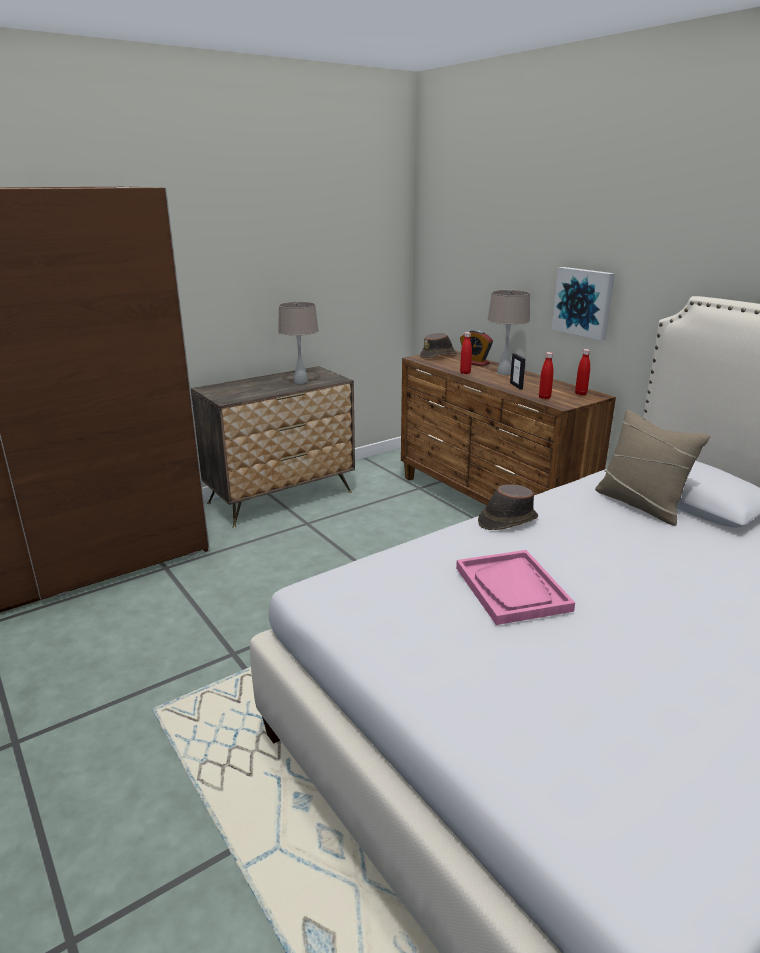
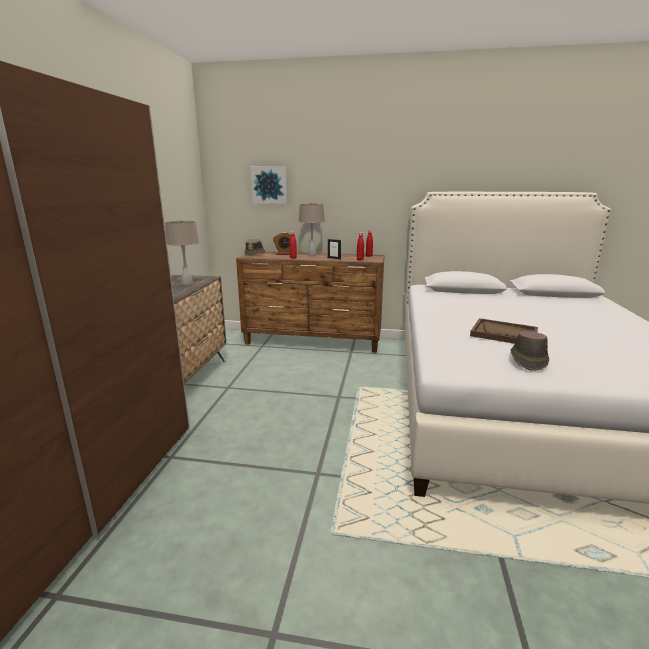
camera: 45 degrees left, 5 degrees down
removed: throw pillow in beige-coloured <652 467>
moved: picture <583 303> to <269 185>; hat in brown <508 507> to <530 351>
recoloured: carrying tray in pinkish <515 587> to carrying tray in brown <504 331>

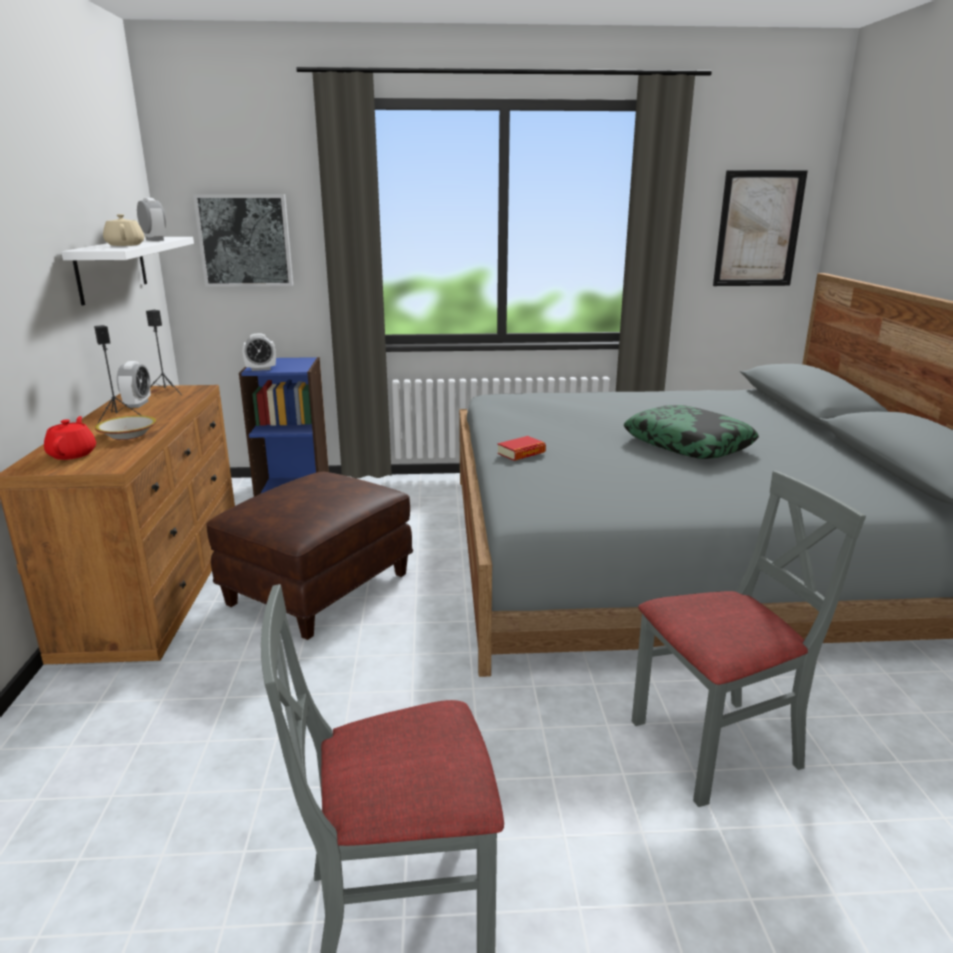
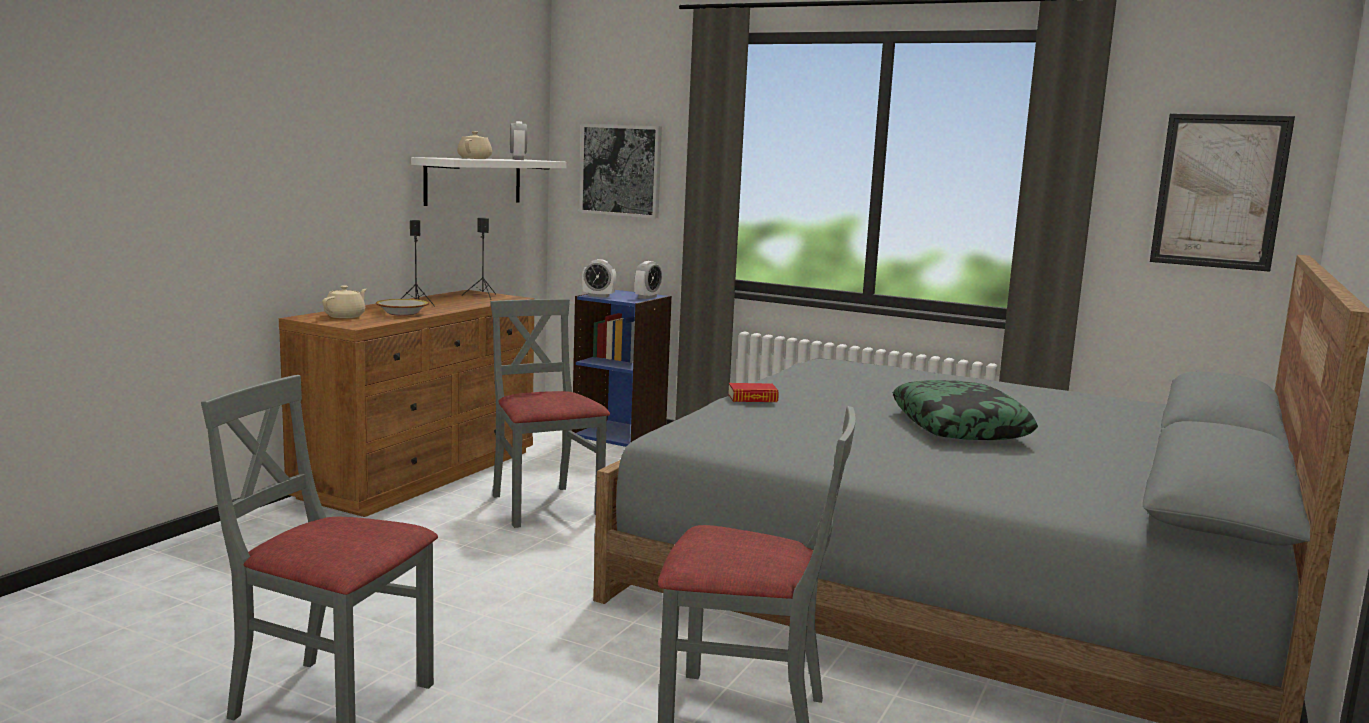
camera: 30 degrees right, 10 degrees down
moved: table clock <134 384> to <648 280>
replaced: pouffe in brown <309 555> to plain chair in grey <550 413>
recoloured: tea pot in red <70 438> to tea pot in beige-coloured <345 301>

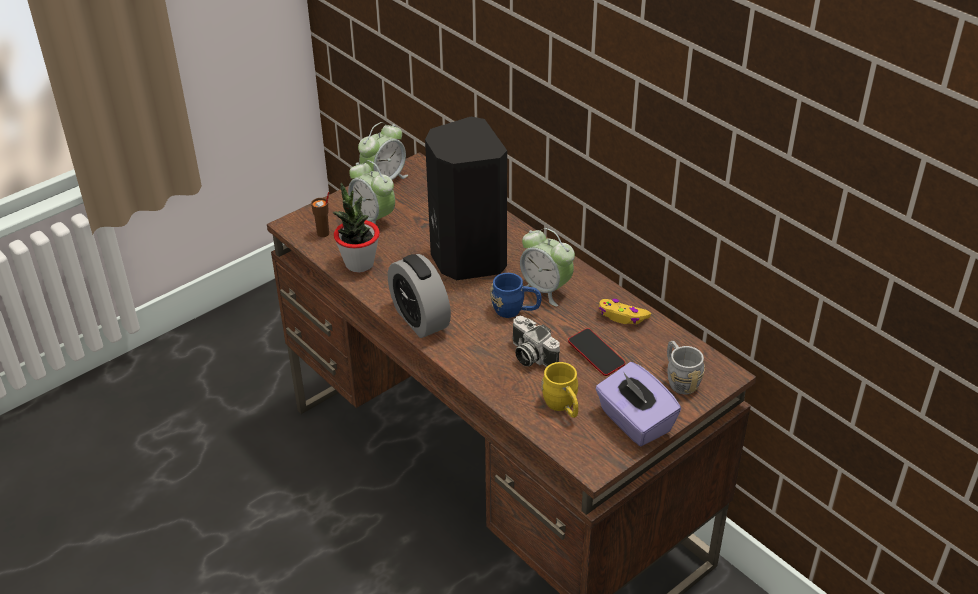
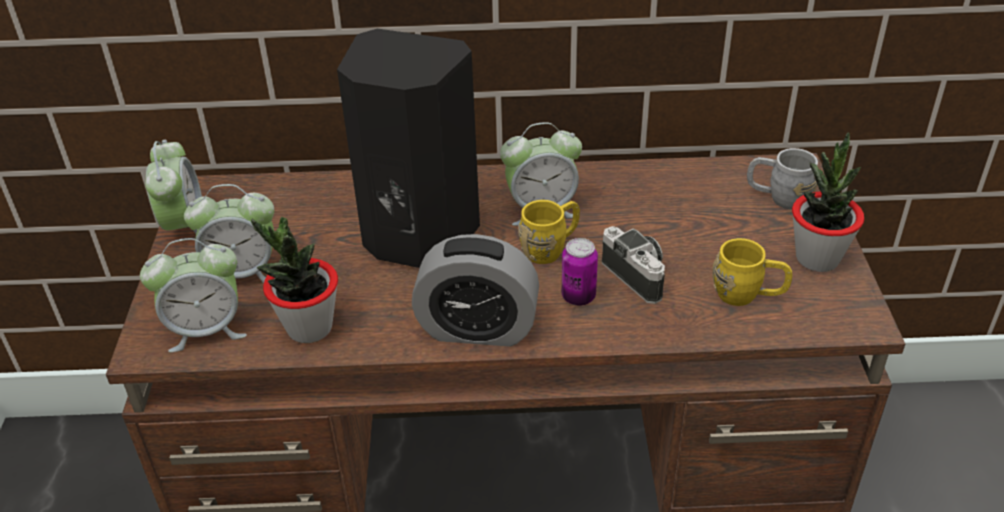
camera: 50 degrees left, 0 degrees up
removed: handset <596 352>; gamepad in yellowish <625 311>
added: can <580 272>
replaced: small cup in brown <320 214> to table clock <193 295>; box of tissues in purple <638 404> to potted plant <828 202>
recoloured: mug in blue-coloured <516 295> to mug in yellowish <549 232>
turned: photo camera <536 341> = <633 265> 120 degrees counterclockwise

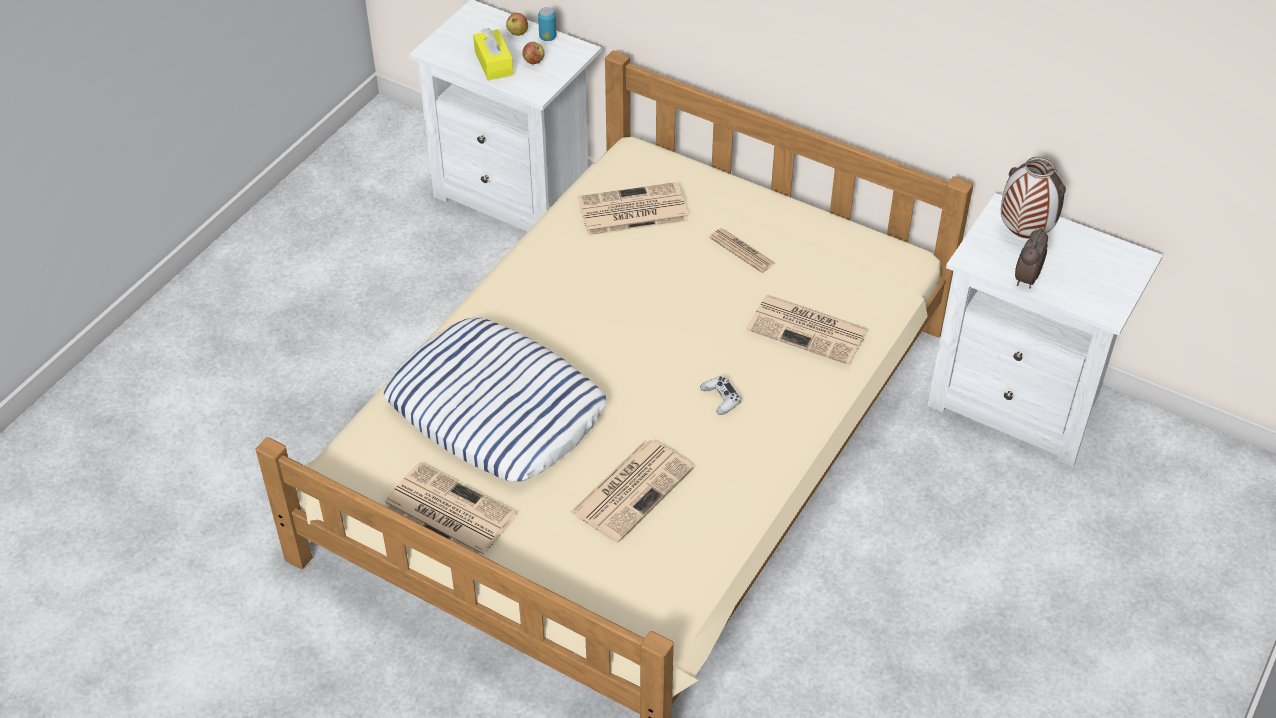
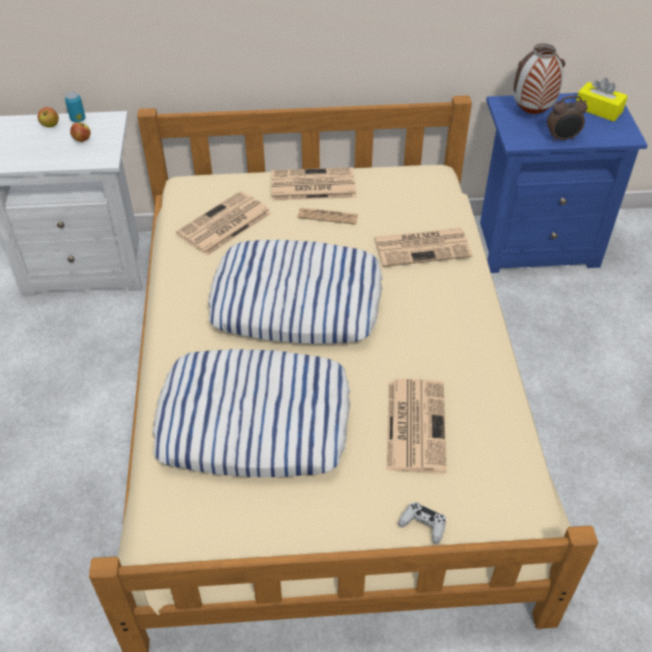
camera: 35 degrees left, 0 degrees up
added: throw pillow <295 292>
moved: daily paper <450 509> to <313 184>; gamepad in whitish <721 395> to <422 523>; box of tissues in yellowish <493 54> to <602 100>
recoloured: bedside table in whitish <1045 330> to bedside table in blue-coloured <564 182>
turned: table clock <1031 258> = <567 119> 90 degrees counterclockwise

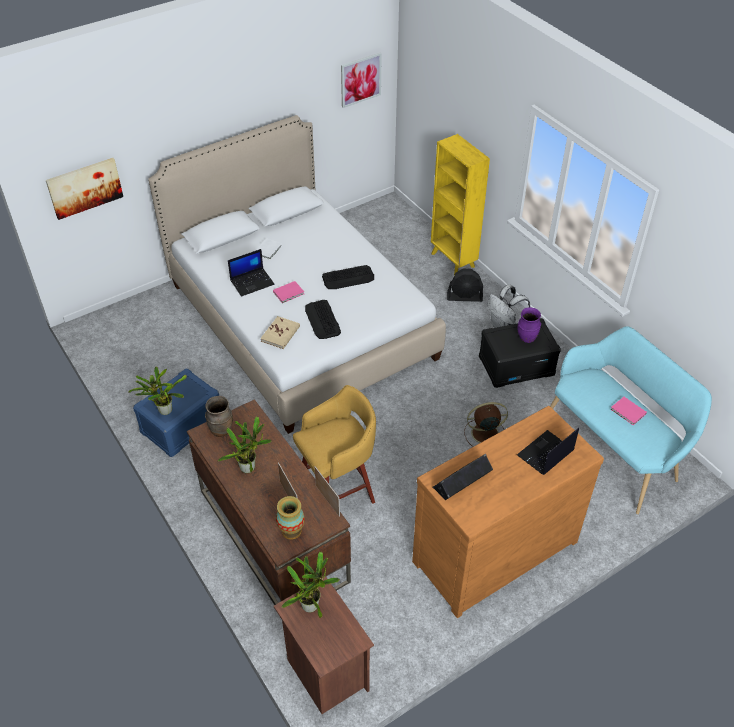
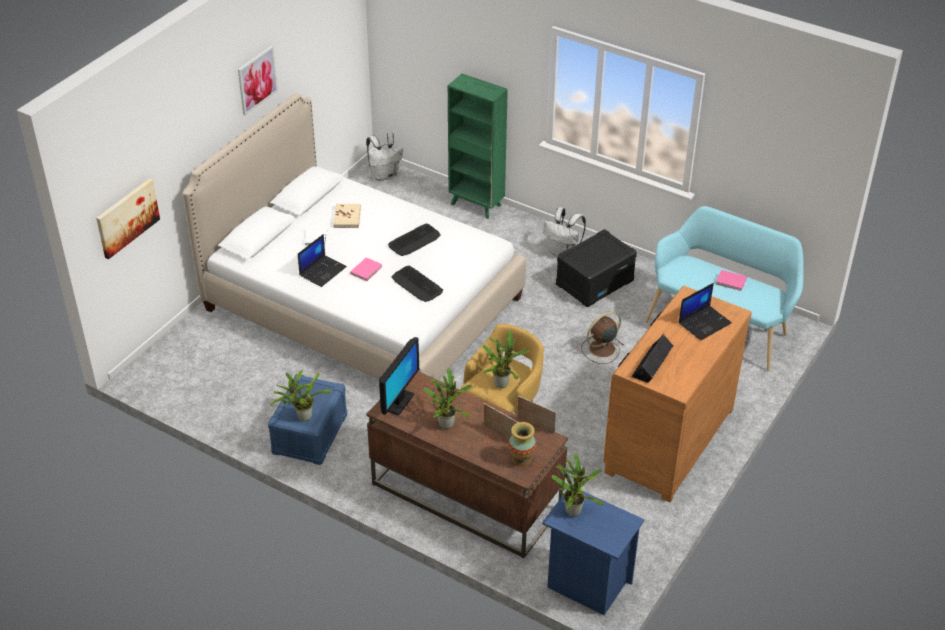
camera: 25 degrees left, 5 degrees down
removed: cooling fan in black <465 285>; flower vase in purple <529 325>
added: rucksack in whitish <384 156>; potted plant <506 359>
moved: picture <361 80> to <258 80>; book in beige-coloured <280 332> to <347 216>
replaced: flower vase in brown <219 416> to monitor <399 376>
recoloured: bookcase in yellowish <460 204> to bookcase in green <478 146>; bedside table in brown <324 645> to bedside table in blue-coloured <593 551>
turned: notebook computer <548 451> = <705 311> 150 degrees counterclockwise

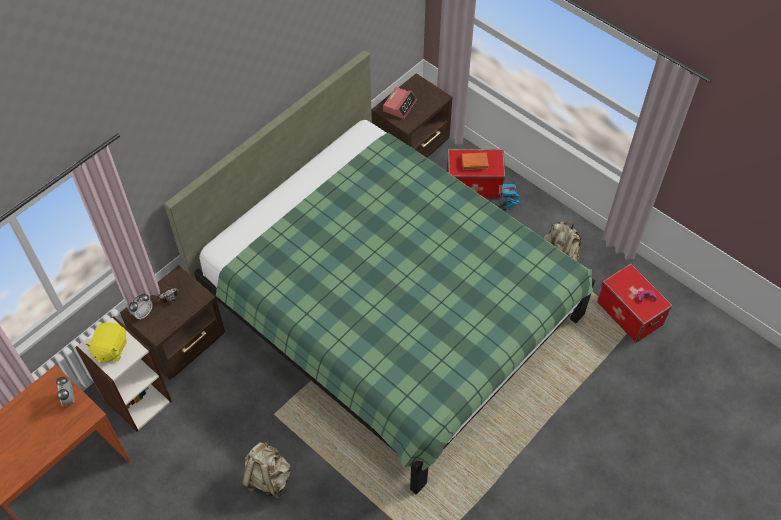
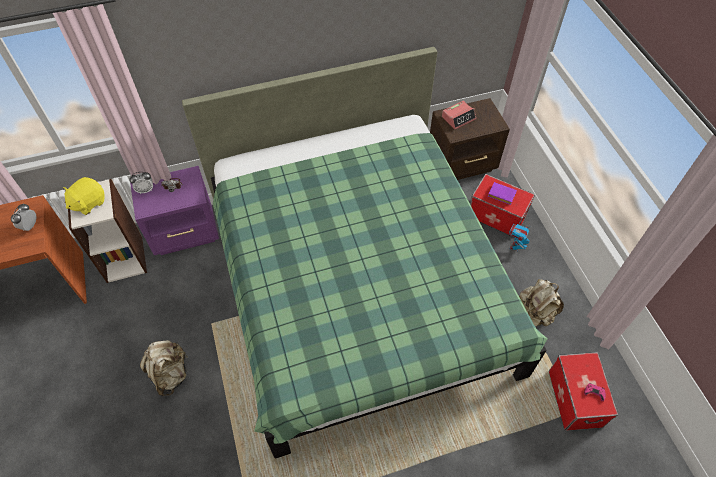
camera: 30 degrees right, 0 degrees up
recoloured: bedside table in brown <172 322> to bedside table in purple <174 210>; book in orange-coloured <475 161> to book in purple <502 193>

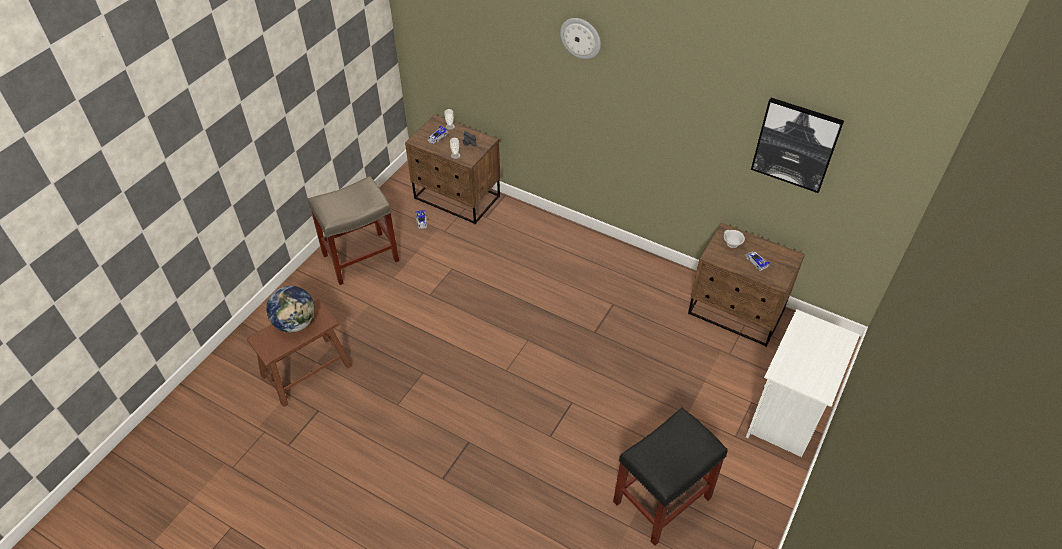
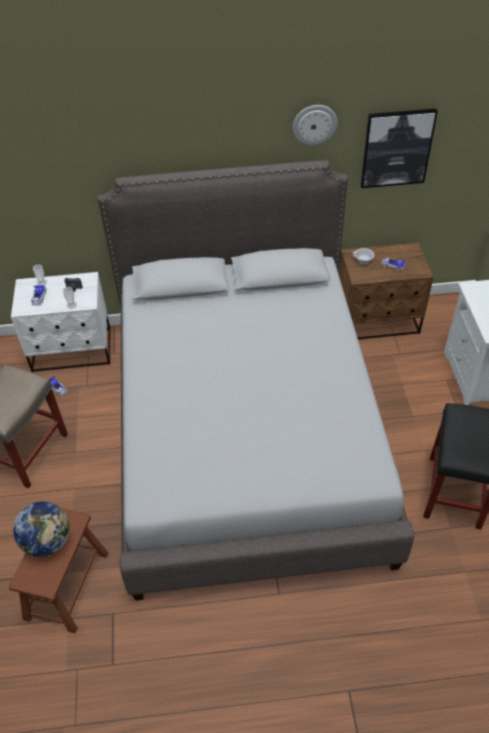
camera: 35 degrees left, 0 degrees up
added: sleeping bed in grey <255 380>
moved: hanging clock <580 38> to <315 125>
recoloured: bedside table in brown <452 169> to bedside table in whitish <61 322>

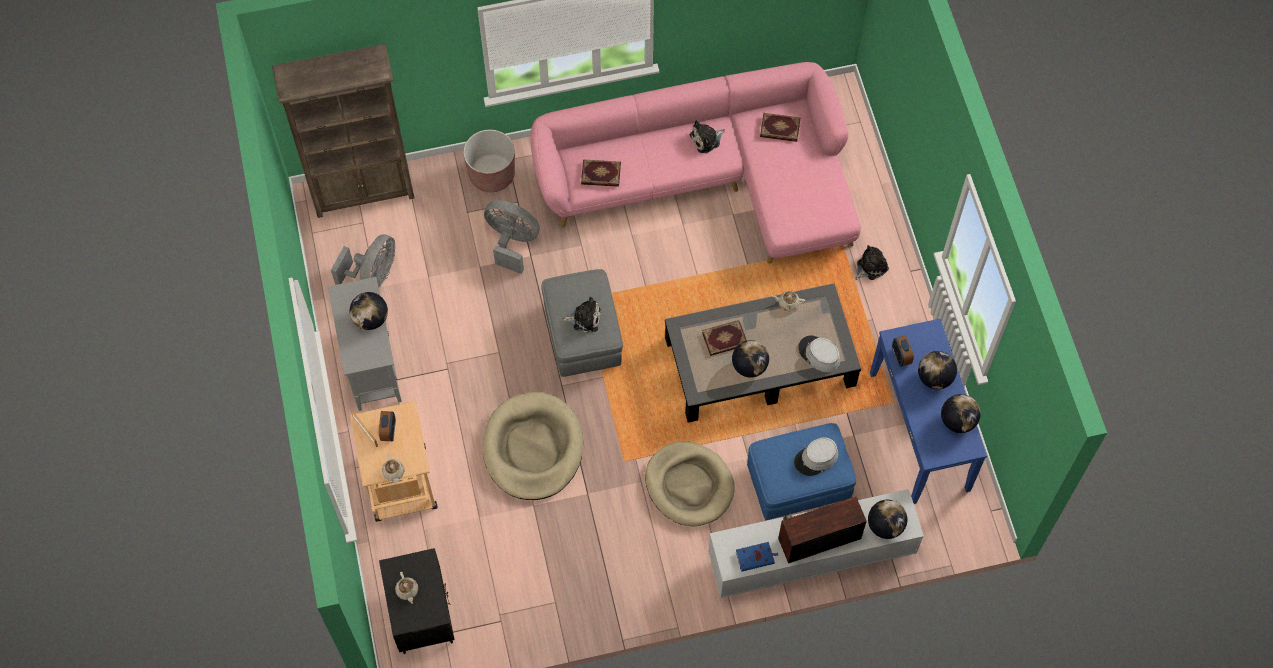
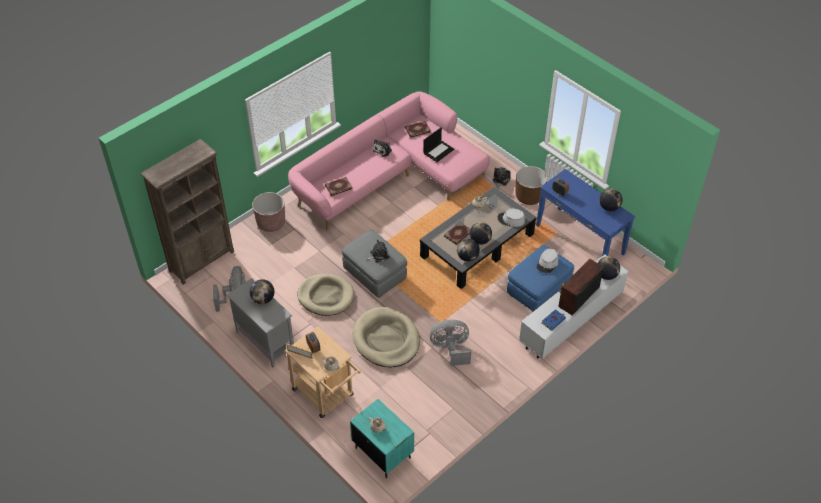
camera: 30 degrees left, 15 degrees down
added: notebook computer <438 145>; planter in brown <531 185>
moved: dog cushion in beige-coloured <690 483> to <325 295>; cooling fan in grey <512 237> to <450 343>; desk globe <937 370> to <468 250>
recoloured: bedside table in black <417 601> to bedside table in turquoise-coloured <382 439>

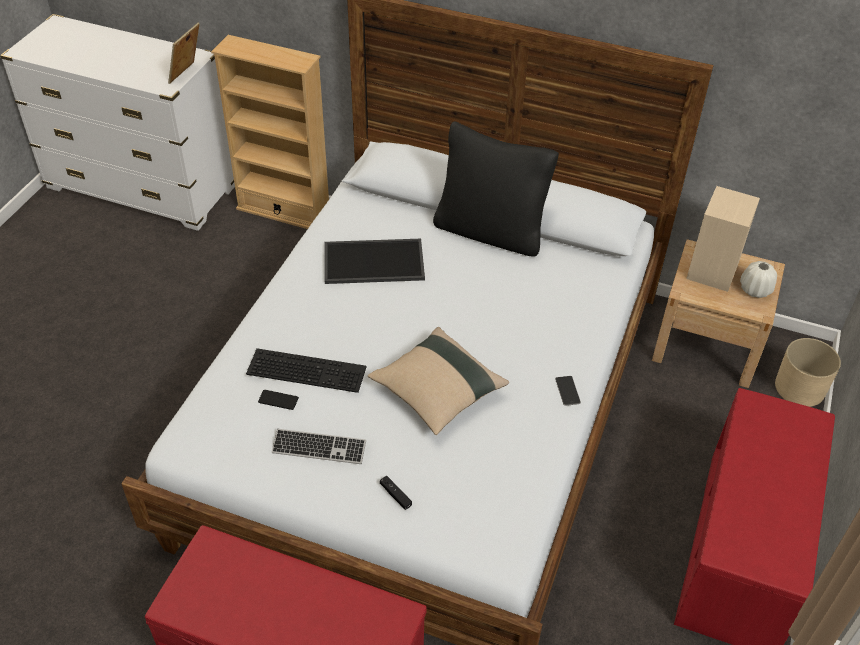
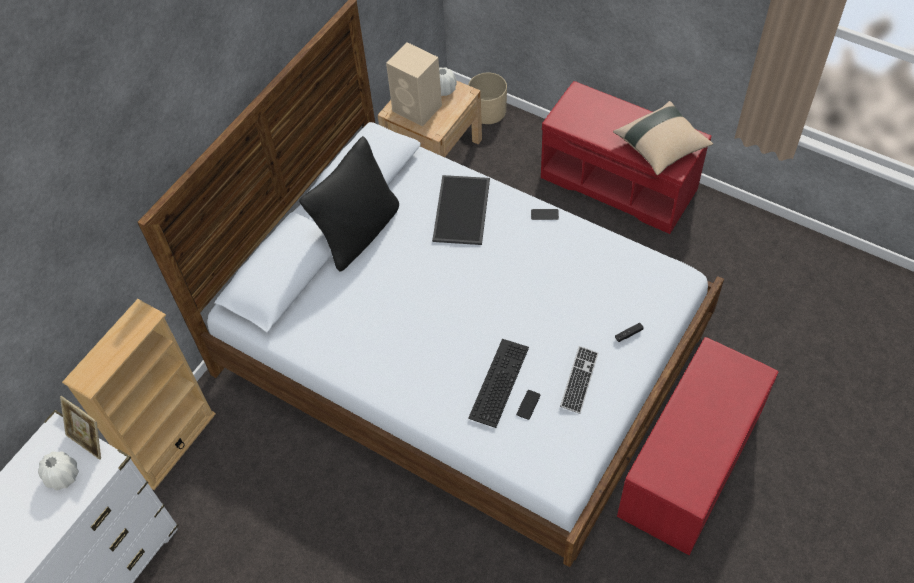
camera: 75 degrees left, 10 degrees up
added: flower vase in whitish <58 470>
moved: carrying tray <374 261> to <461 210>; throw pillow in beige-coloured <438 381> to <663 138>

